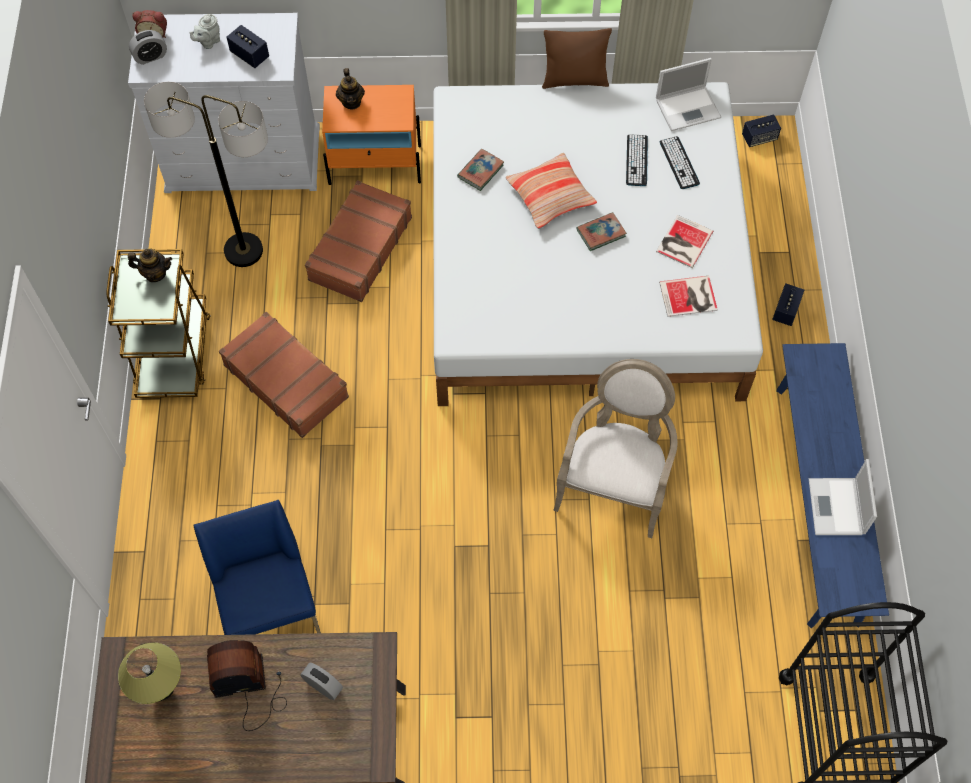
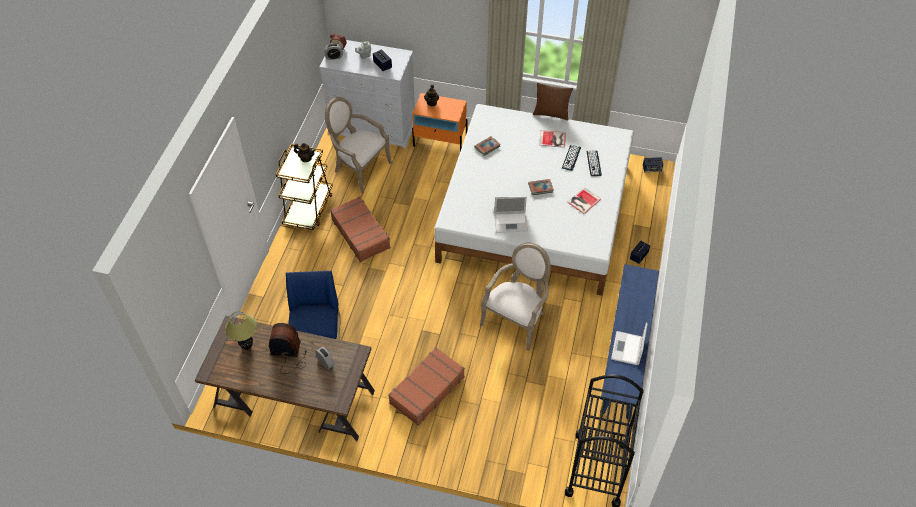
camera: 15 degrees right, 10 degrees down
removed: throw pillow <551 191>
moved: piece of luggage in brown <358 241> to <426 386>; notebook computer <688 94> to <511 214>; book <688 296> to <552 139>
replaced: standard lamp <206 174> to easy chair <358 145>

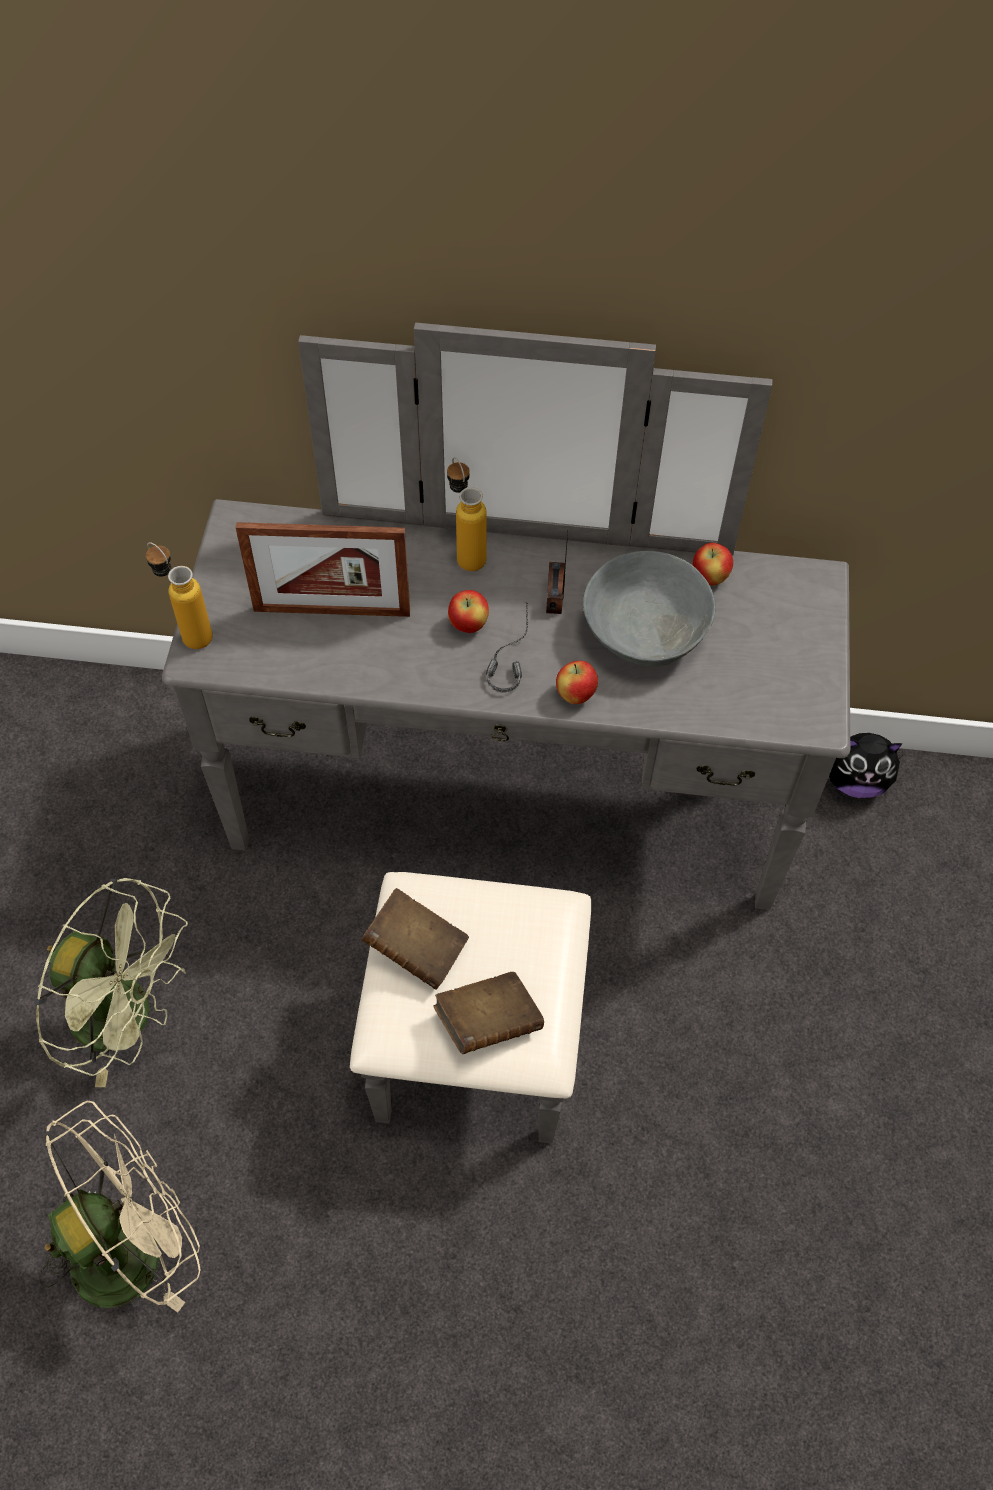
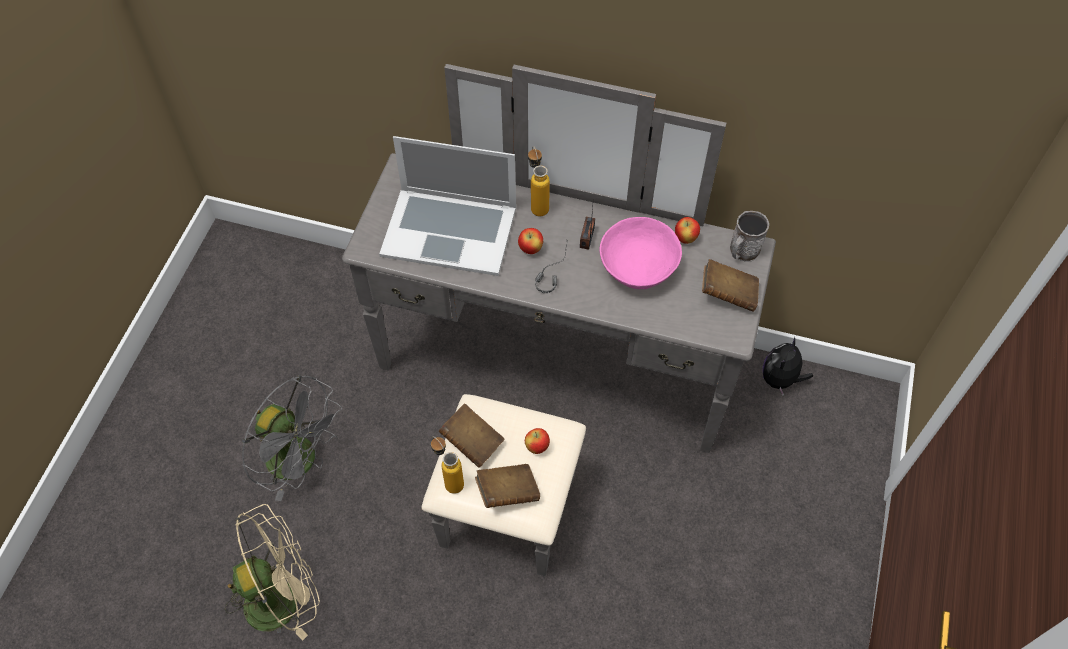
camera: 10 degrees right, 0 degrees up
added: book in brown <730 285>; mug in grey <749 236>
moved: bottle <179 595> to <447 465>; apple fruit <577 682> to <537 441>
replaced: picture frame <323 569> to notebook computer <447 206>
recoloured: cooling fan in green <111 982> to cooling fan in grey <292 438>; deep dish in grey <649 609> to deep dish in pinkish <640 253>
turned: plush toy <865 765> = <788 366> 105 degrees clockwise

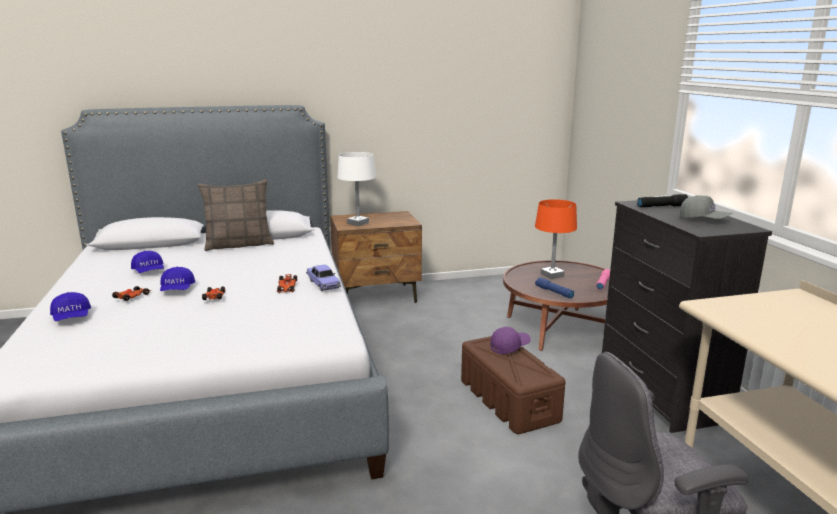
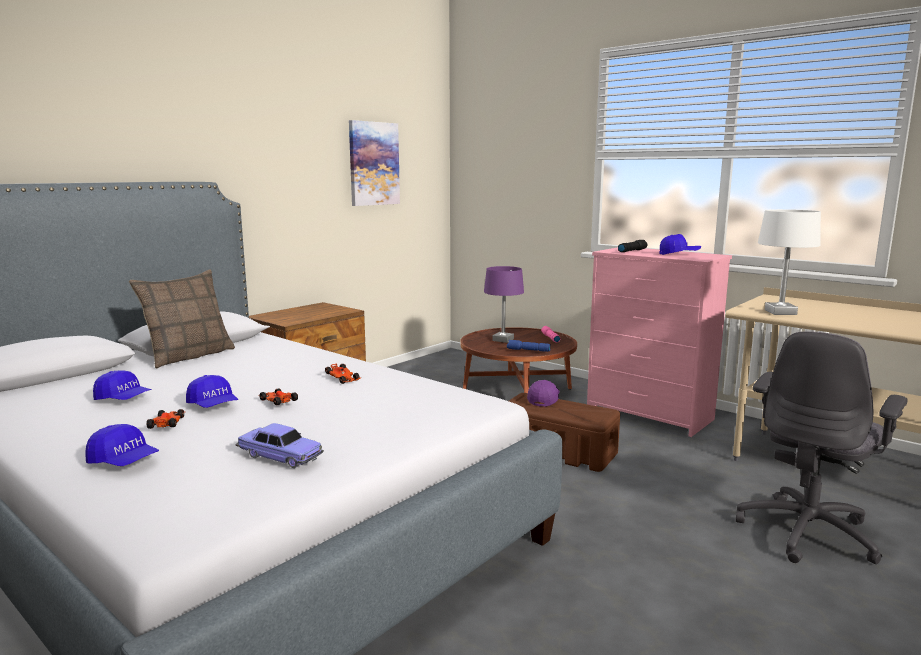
camera: 35 degrees left, 5 degrees down
added: picture <374 163>
moved: toy car <323 277> to <280 445>; lamp for a table in whitish <356 189> to <789 262>
recoloured: lamp for a table in orange-coloured <556 239> to lamp for a table in purple <504 304>; dresser in black <687 316> to dresser in pinkish <659 342>; baseball cap in grey <706 207> to baseball cap in blue-coloured <680 244>

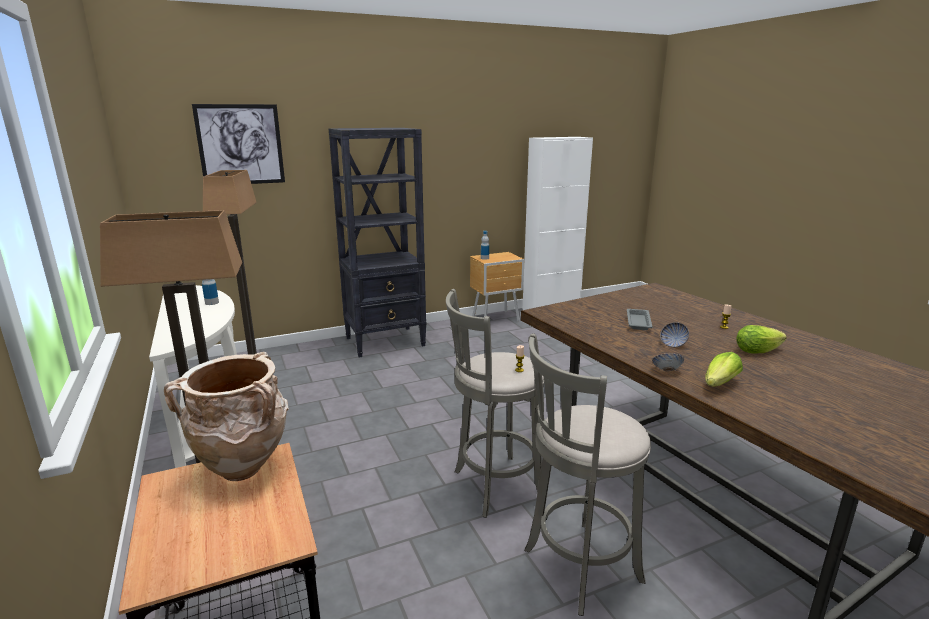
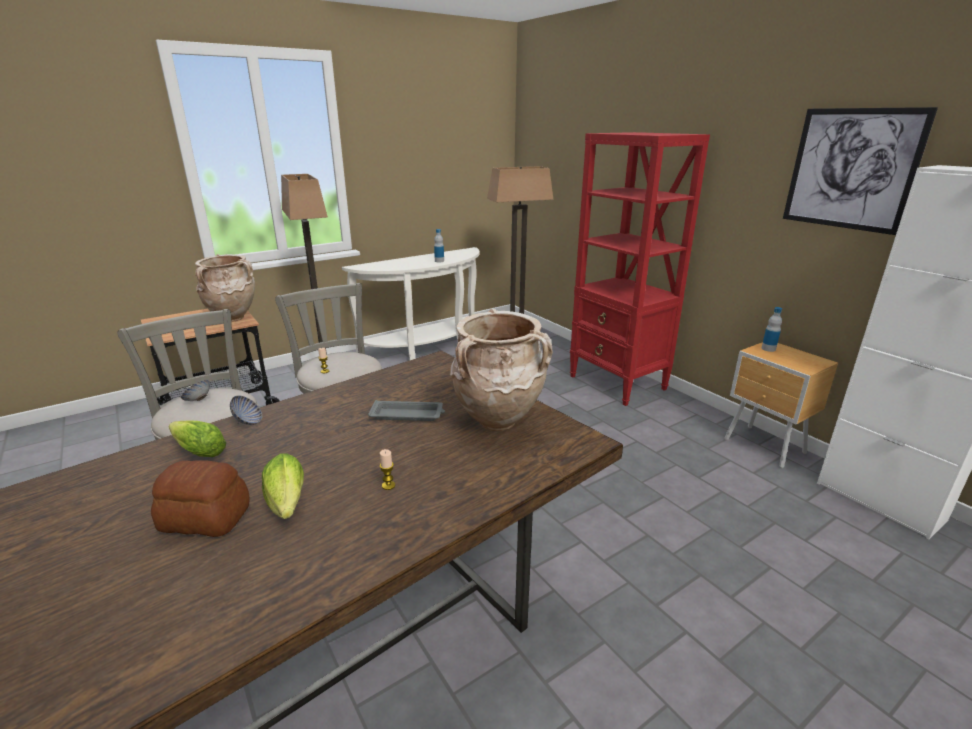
camera: 80 degrees right, 5 degrees up
added: bakery bread <200 498>; flower vase in beige-coloured <501 370>
moved: deep dish <674 334> to <195 390>; picture <238 144> to <860 171>
recoloured: bookcase in black <377 243> to bookcase in red <640 269>

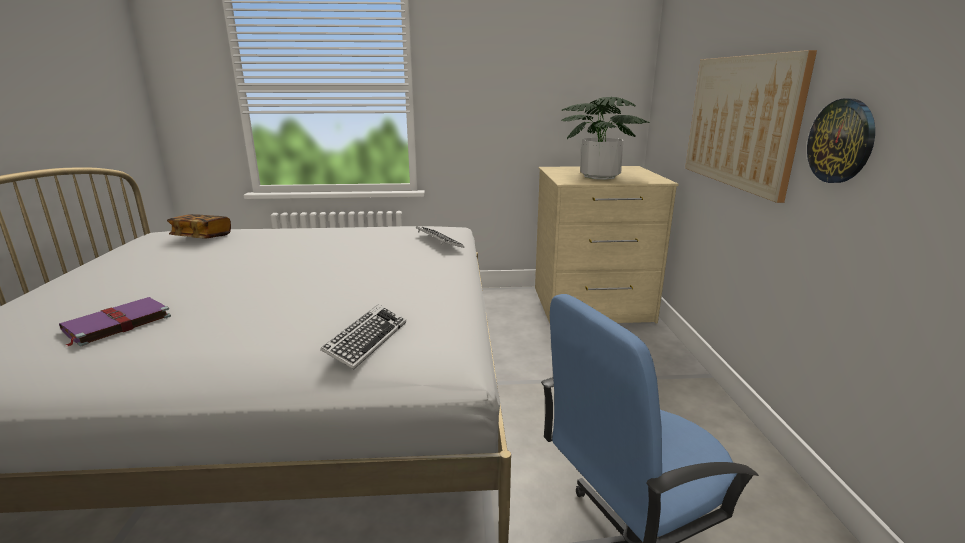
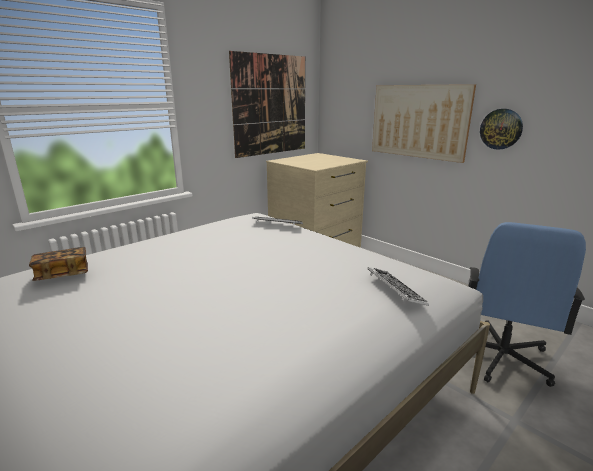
camera: 40 degrees left, 0 degrees up
removed: book in purple <115 321>; potted plant <605 138>
added: picture <267 104>

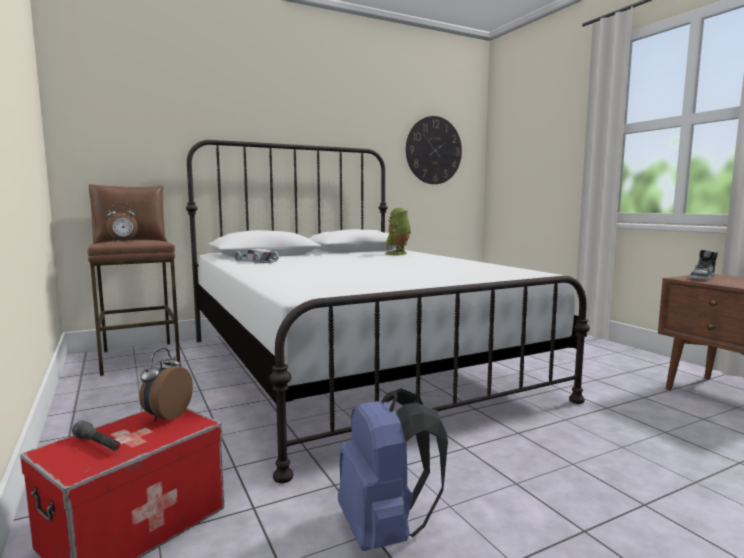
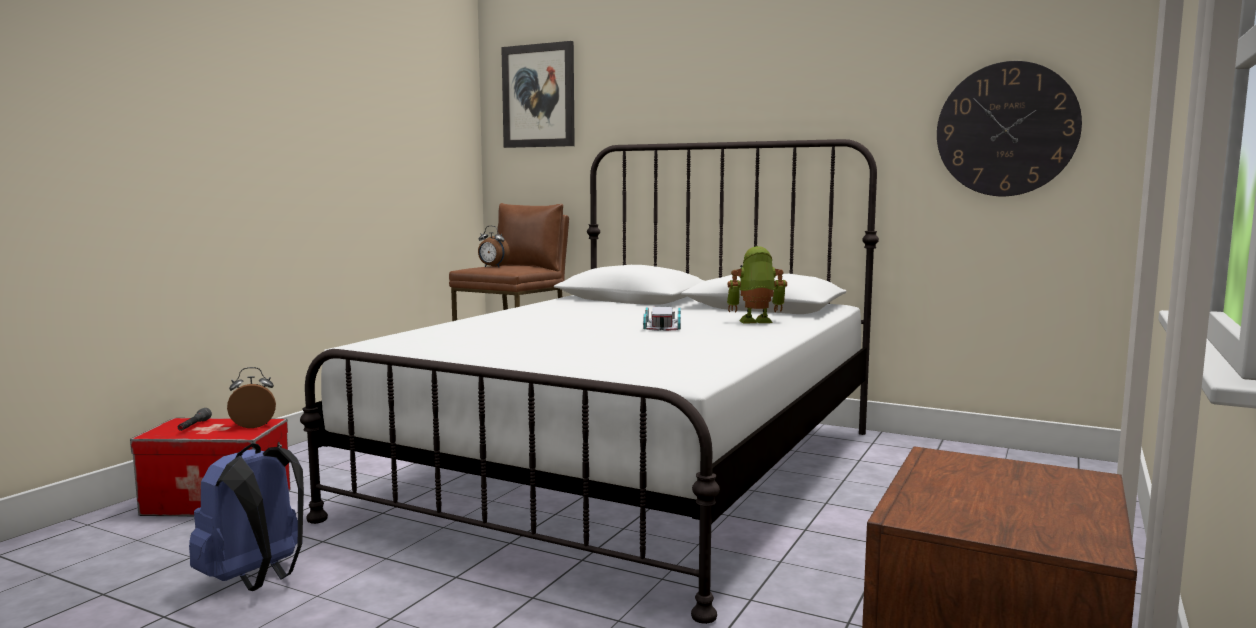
camera: 55 degrees right, 0 degrees up
removed: item of footwear <704 265>
added: picture <538 94>
moved: toy car in whitish <256 256> to <662 319>

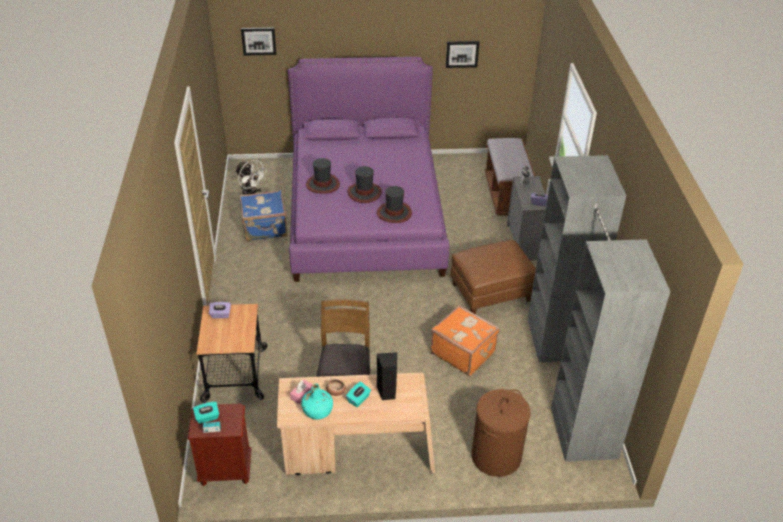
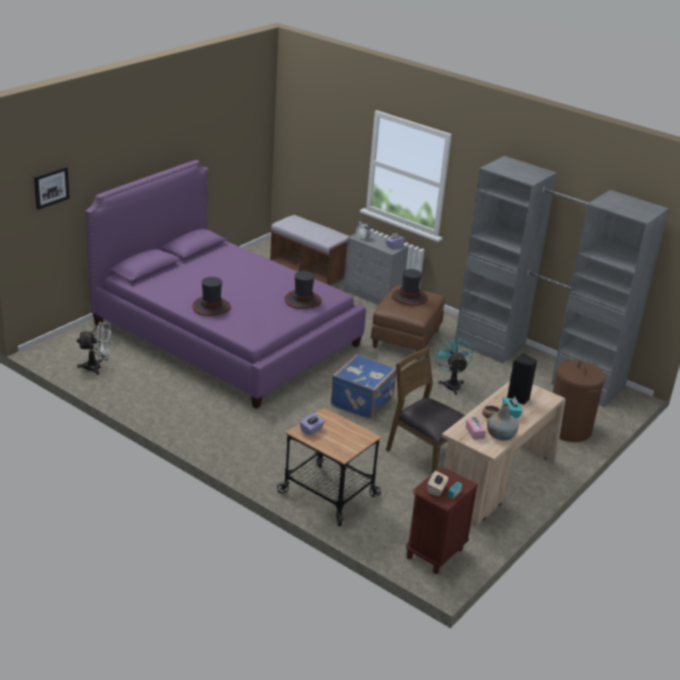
camera: 50 degrees left, 10 degrees down
removed: picture <462 54>
moved: piece of luggage in blue-coloured <263 215> to <364 386>; hat <364 184> to <409 287>
replaced: piece of luggage in orange-coloured <465 340> to cooling fan in turquoise-coloured <454 366>
recoloured: box of tissues in turquoise-coloured <206 413> to box of tissues in beige-coloured <437 483>; bottle in turquoise-coloured <317 401> to bottle in grey <503 422>

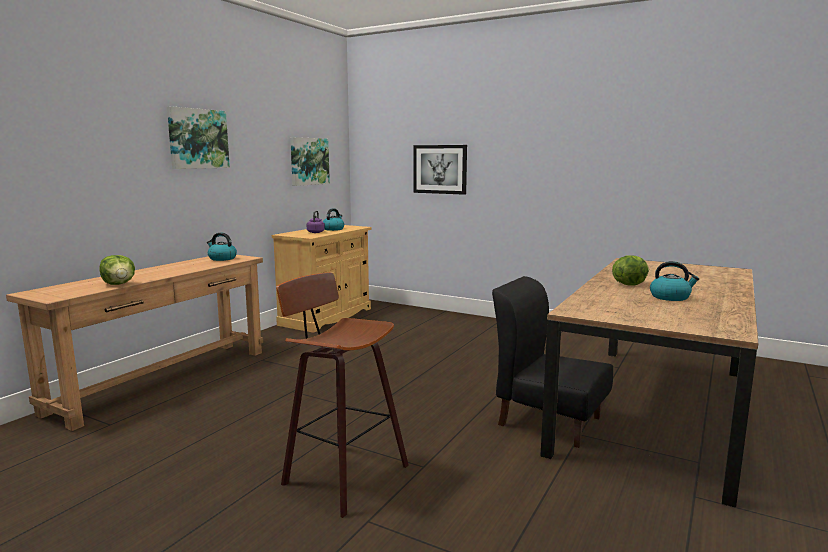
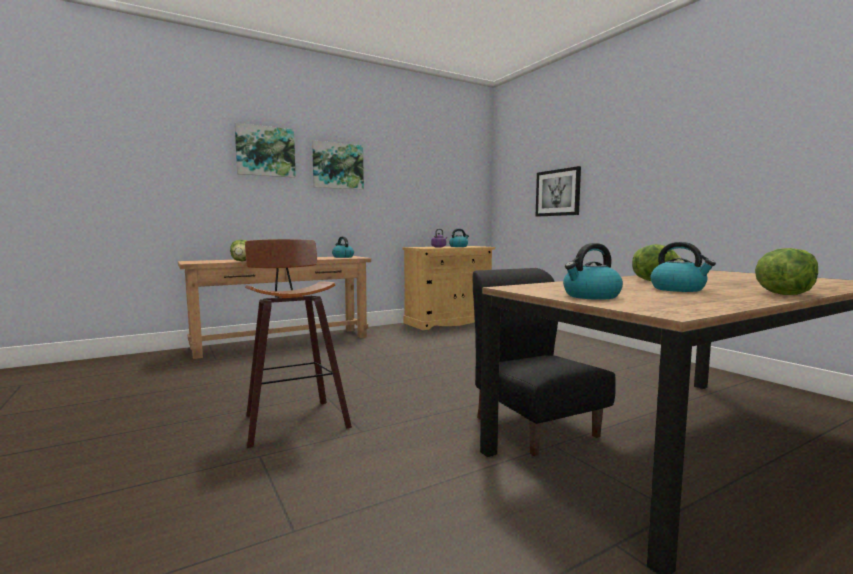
camera: 30 degrees right, 5 degrees down
added: water kettle <593 271>; lettuce <786 271>
moved: picture <310 161> to <265 150>

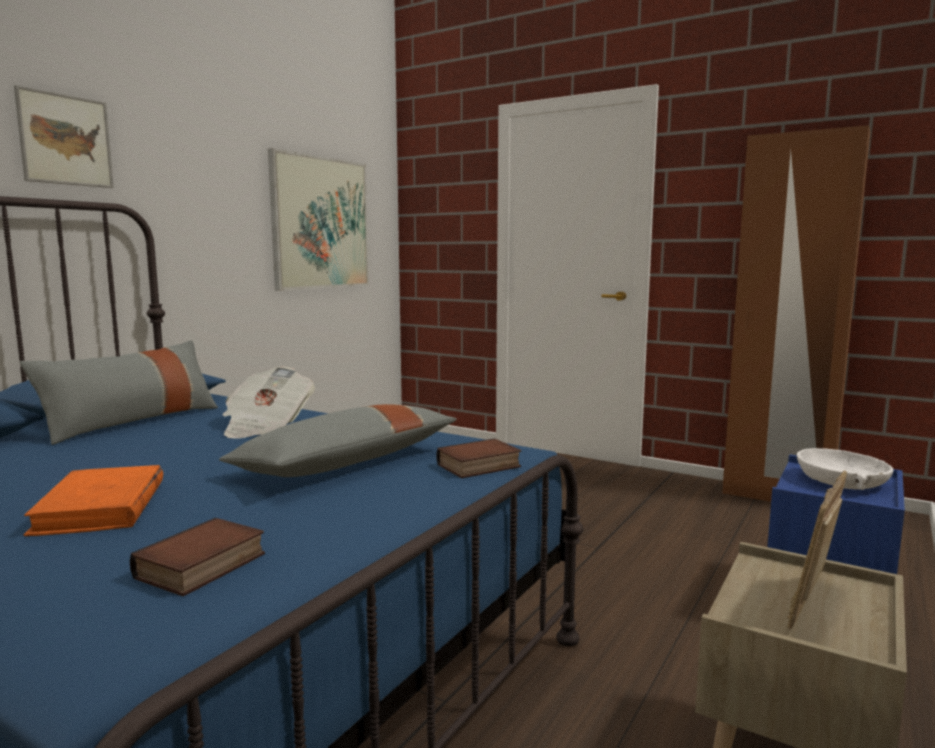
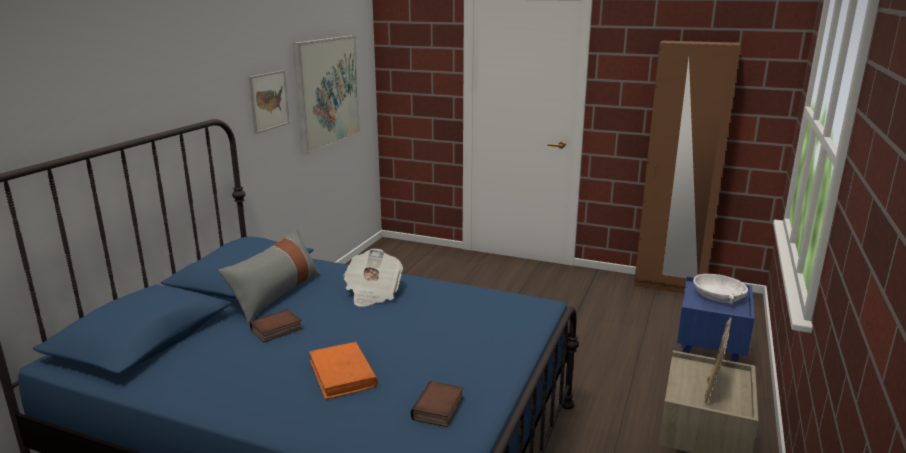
camera: 10 degrees left, 10 degrees up
removed: throw pillow in grey <338 440>
moved: picture <64 136> to <269 102>; book <479 458> to <276 325>

